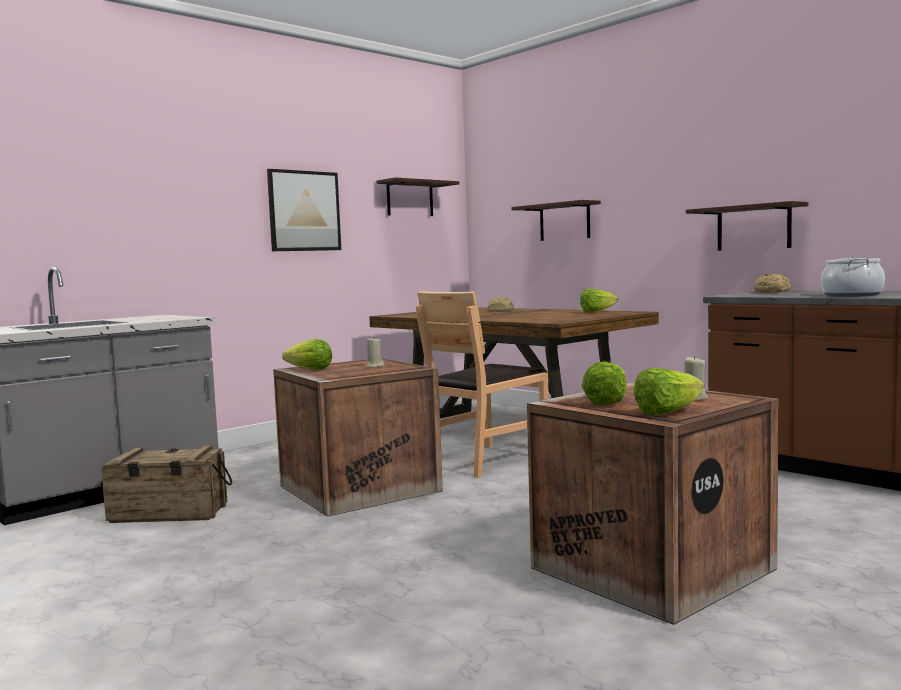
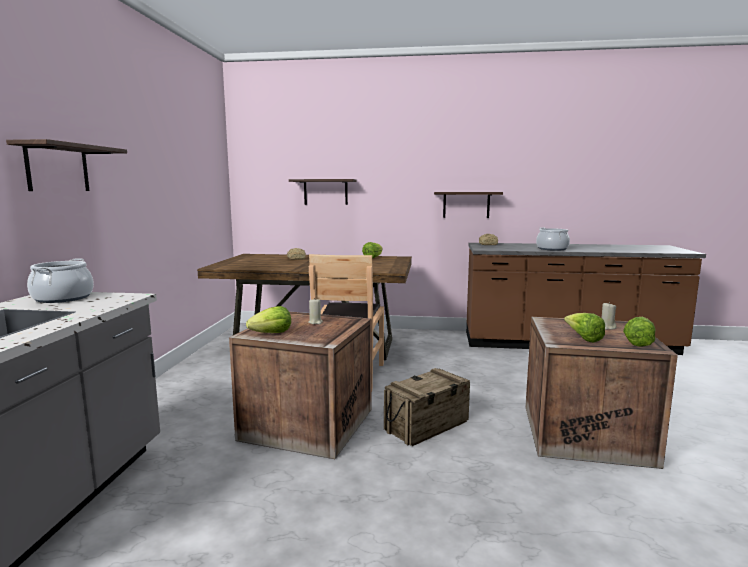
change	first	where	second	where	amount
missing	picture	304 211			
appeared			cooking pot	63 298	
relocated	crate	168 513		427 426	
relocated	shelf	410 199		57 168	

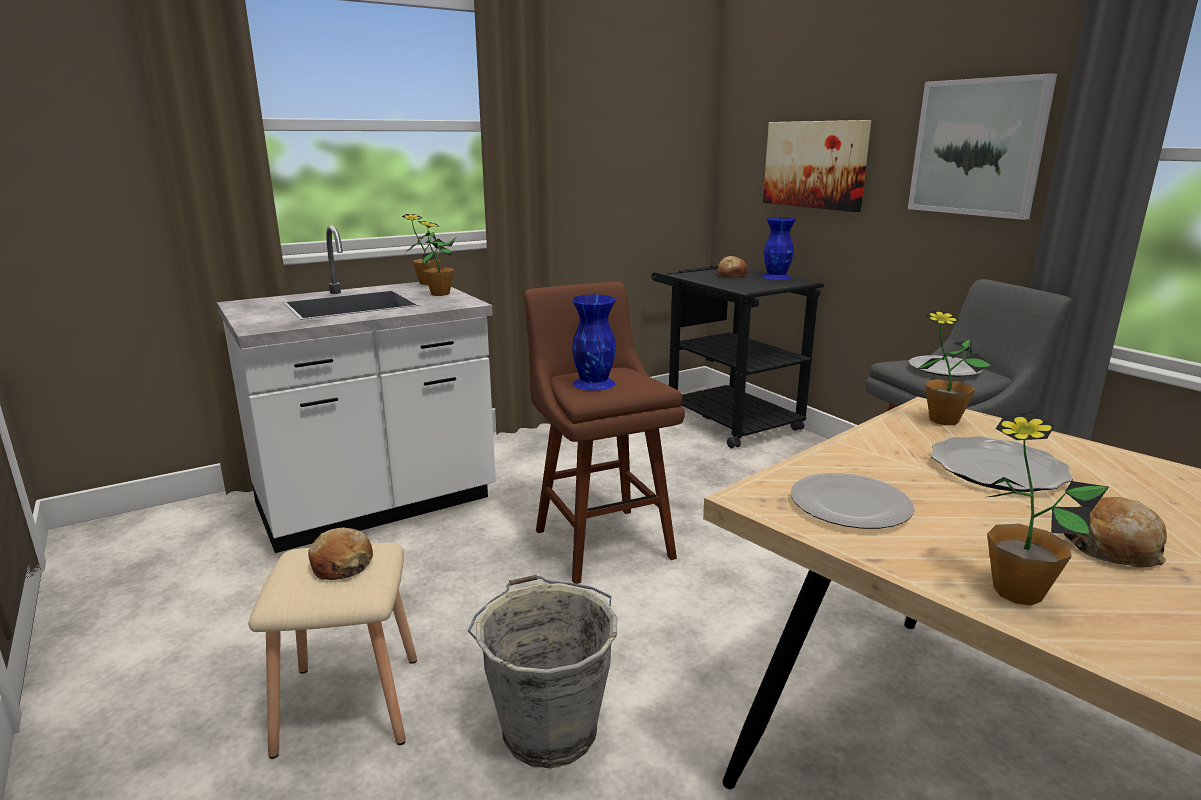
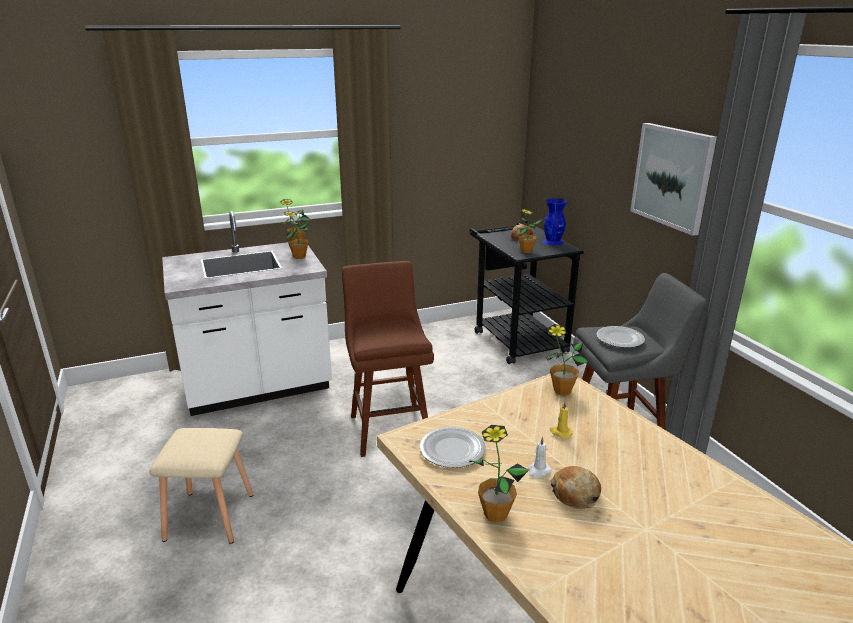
change	first	where	second	where	amount
missing	bread	341 565			
missing	bucket in grey	548 728			
missing	vase in blue	594 383			
missing	picture	815 164			
appeared			potted plant	526 251	
appeared			candle in white	538 471	
exchanged	plate	996 469	candle in yellow	560 432	

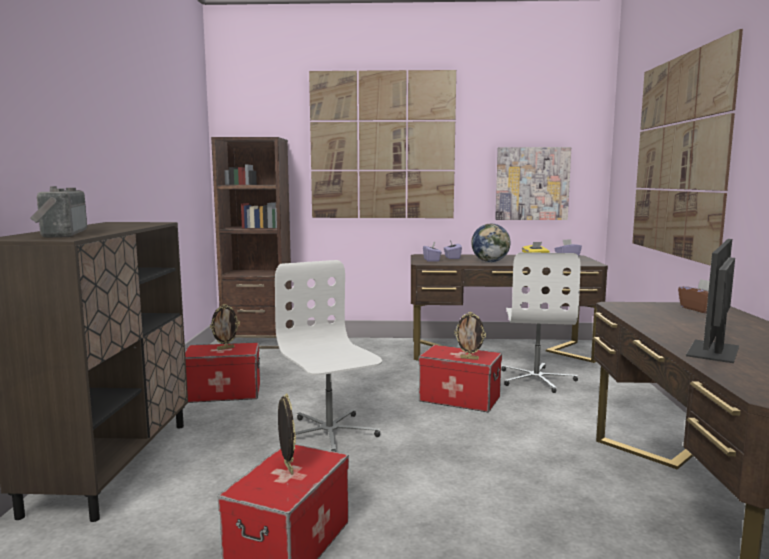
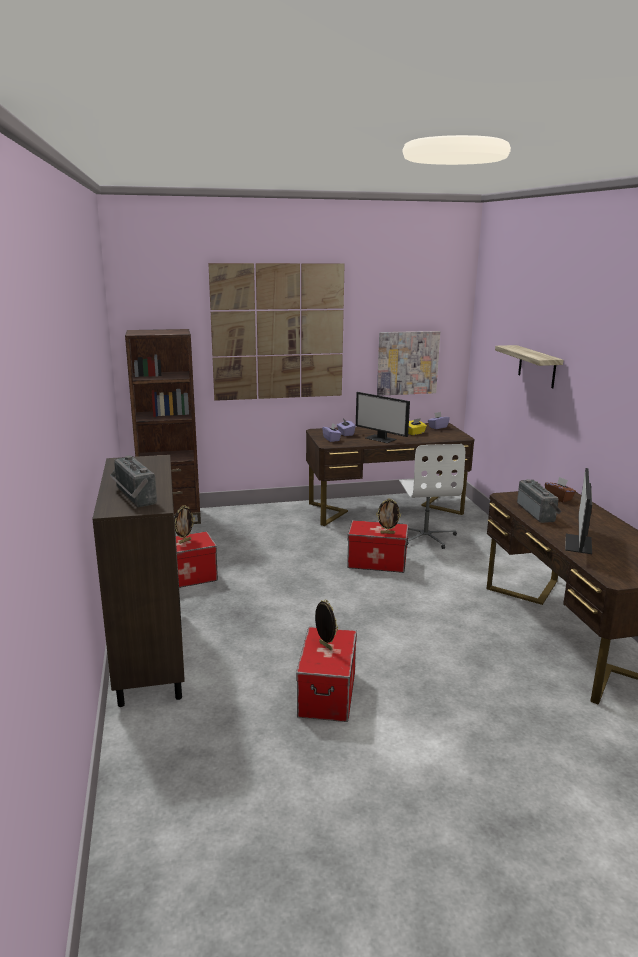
change	first	where	second	where	amount
missing	office chair in white	329 434			
appeared			radio	538 512	
exchanged	globe	490 261	monitor	381 439	
exchanged	picture	679 156	shelf	537 366	

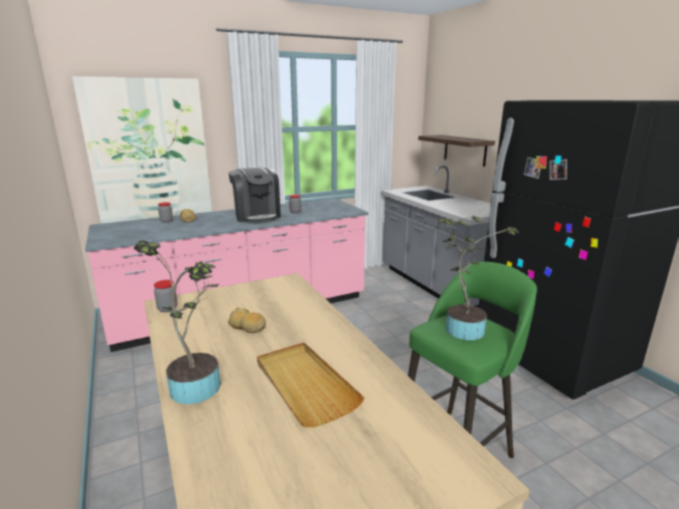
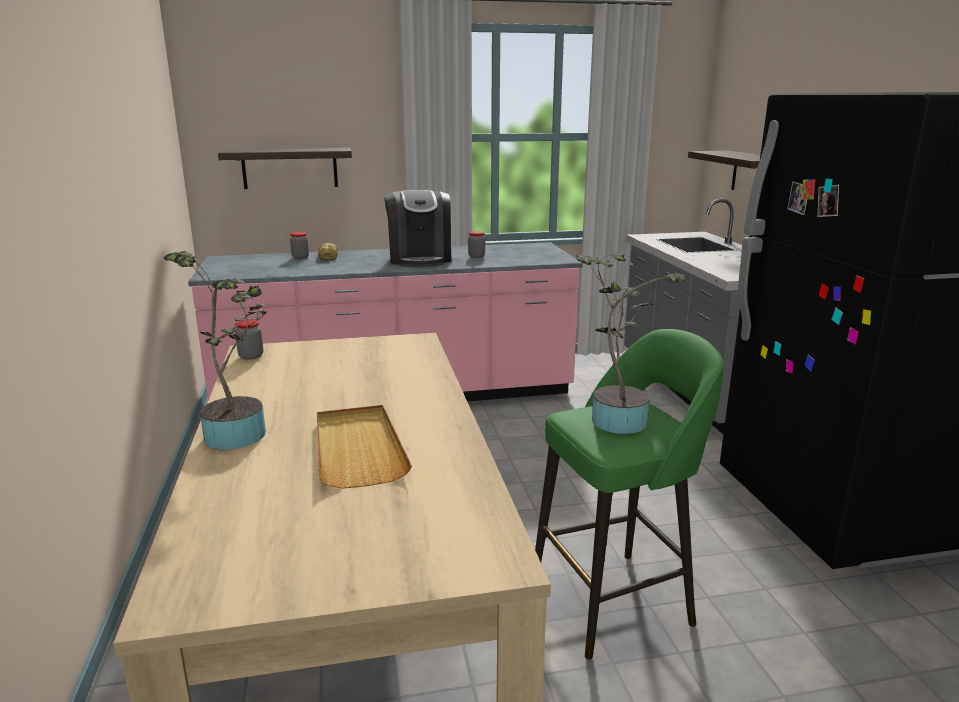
change	first	where	second	where	amount
missing	bread	247 326			
exchanged	picture	149 155	shelf	290 168	

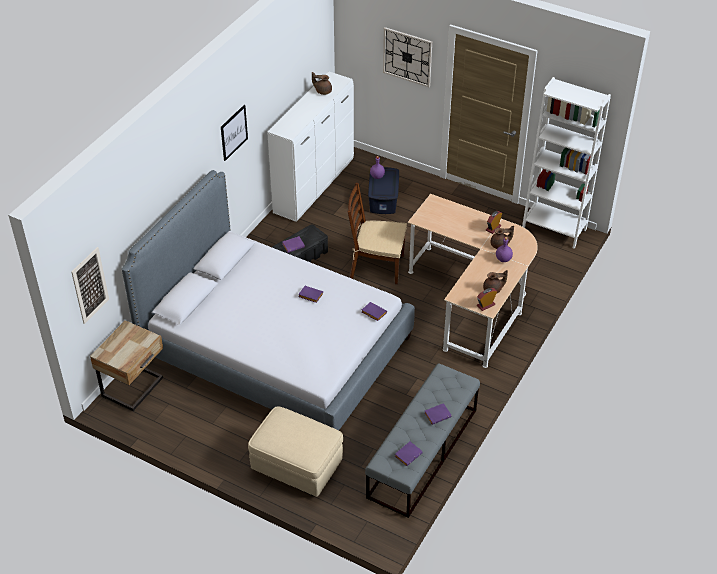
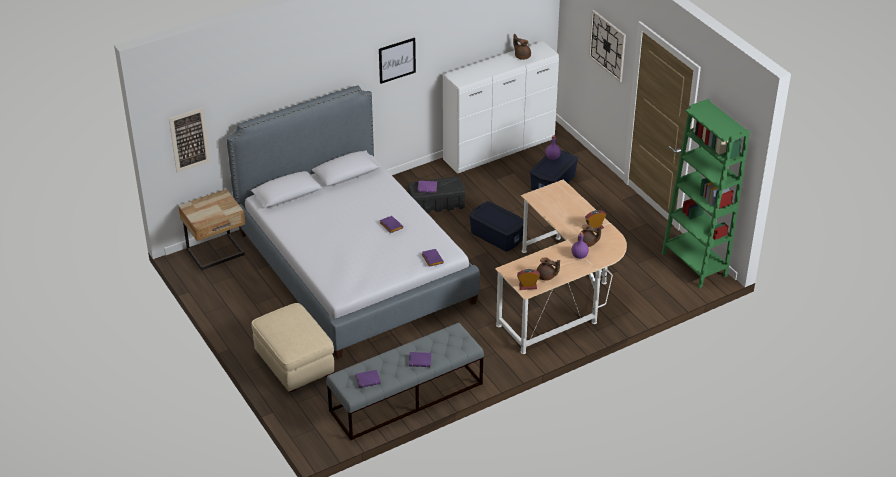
change	first	where	second	where	amount
exchanged	chair in brown	376 266	storage box in blue	497 235	
colour	bookcase in white	554 229	bookcase in green	694 265	

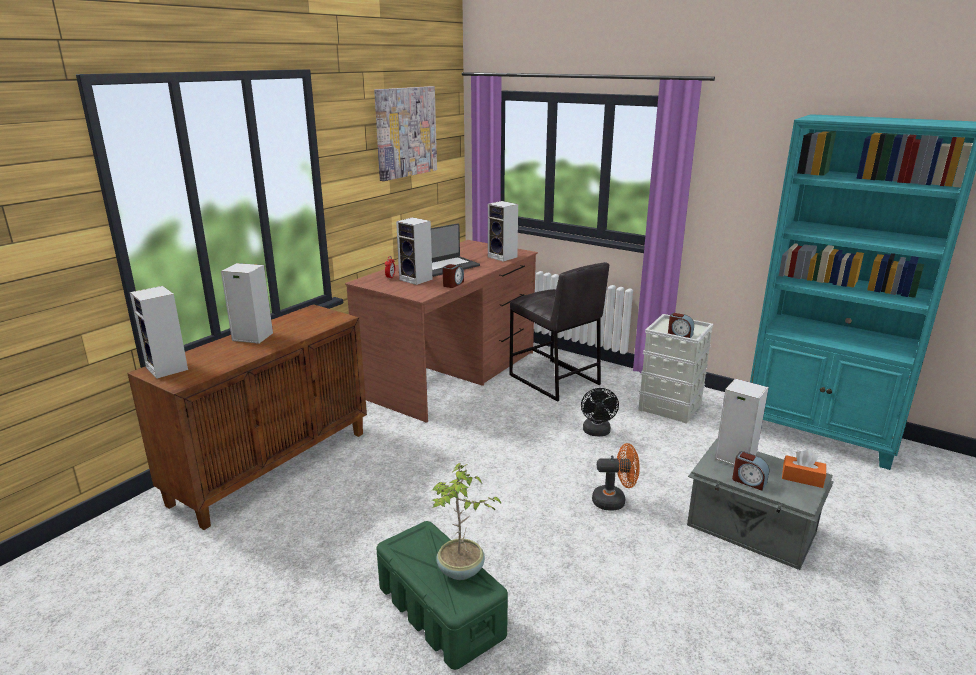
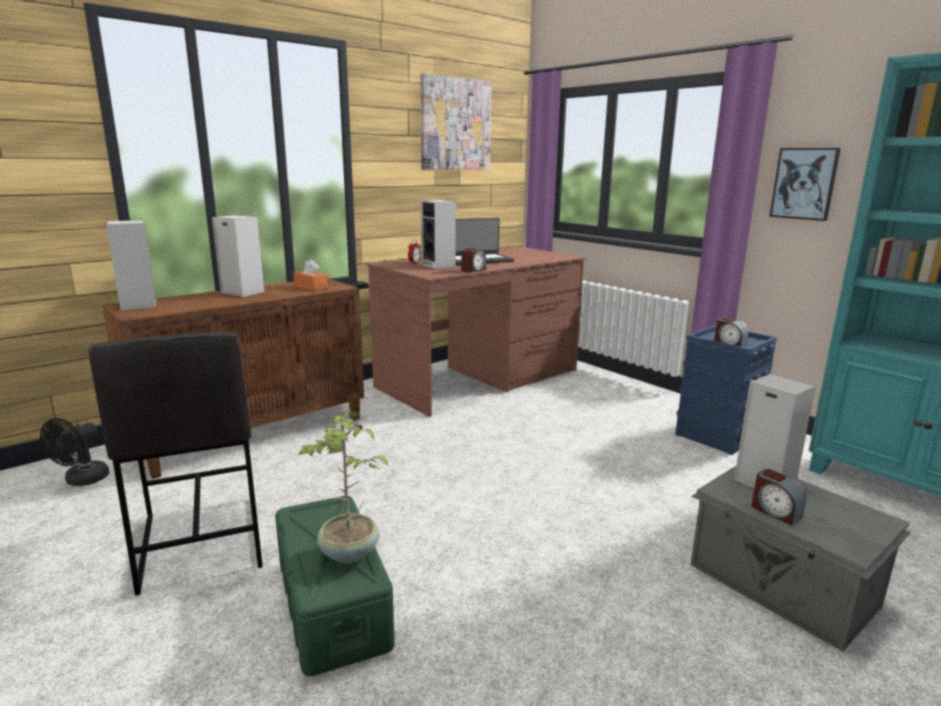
change	first	where	second	where	amount
missing	speaker	503 257			
missing	fan in orange	614 501			
appeared			picture	804 183	
relocated	stool in grey	554 380		200 541	
relocated	fan in black	597 432		82 481	
relocated	tissue box in orange	802 478		311 287	
colour	storage box in grey	671 406	storage box in blue	718 436	

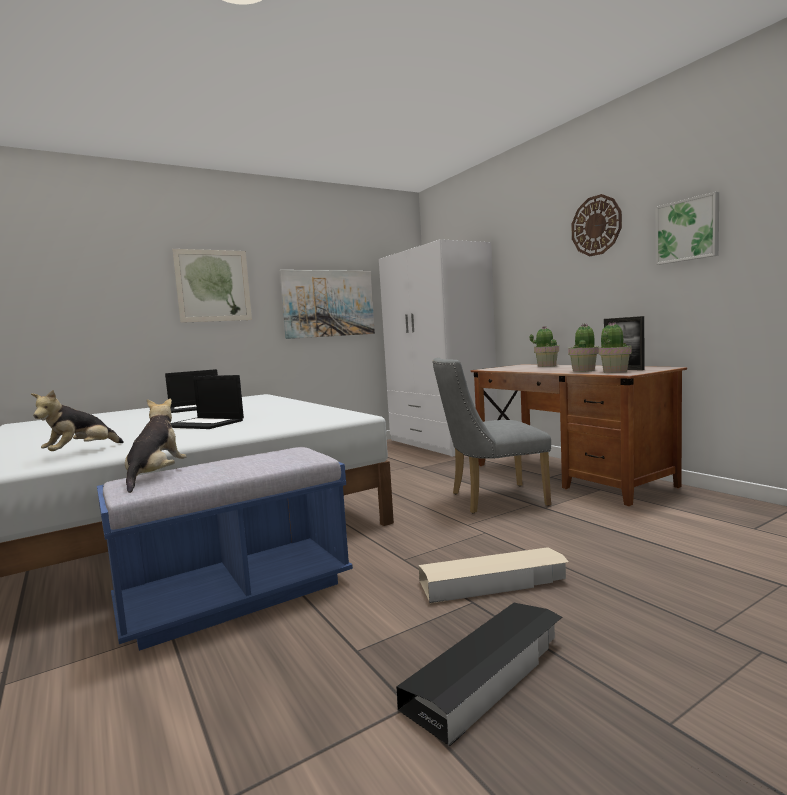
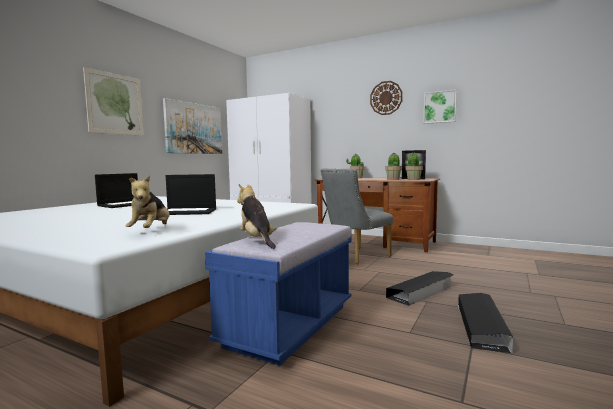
change	first	where	second	where	amount
colour	storage box in beige	493 582	storage box in black	421 292	

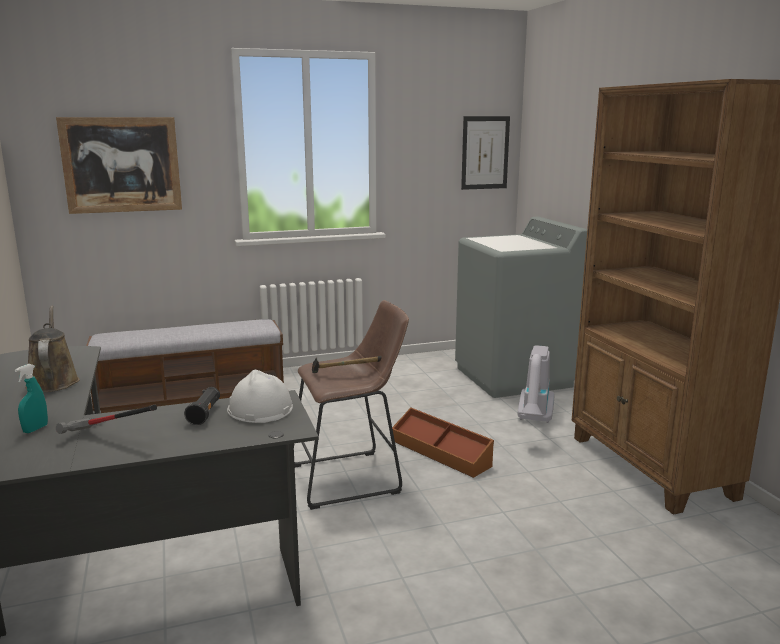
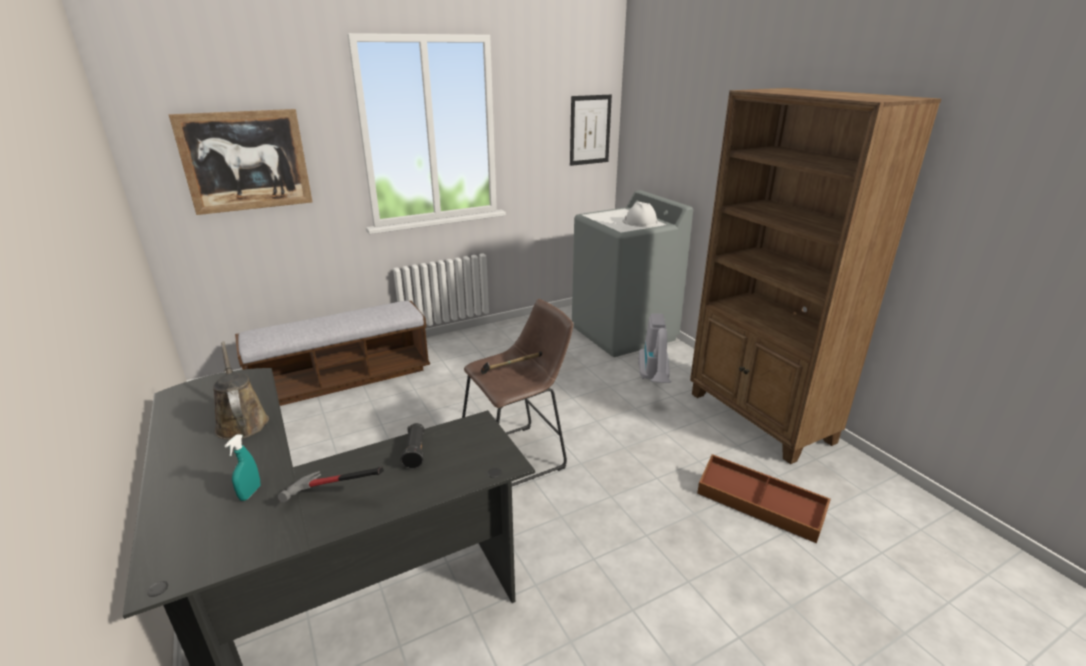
change	first	where	second	where	amount
relocated	hard hat in white	259 408		639 222	
relocated	storage box in brown	440 452		758 506	

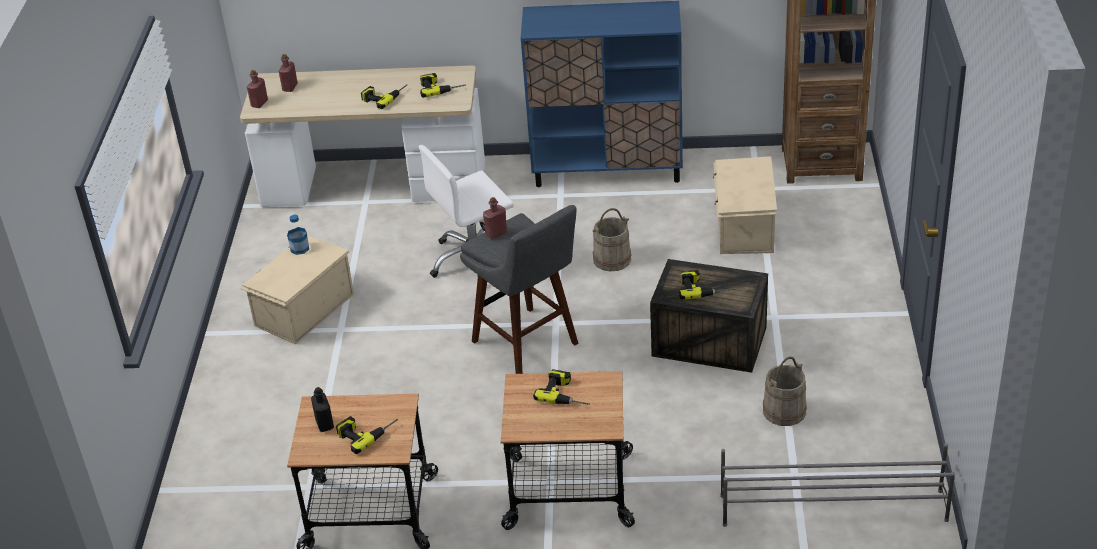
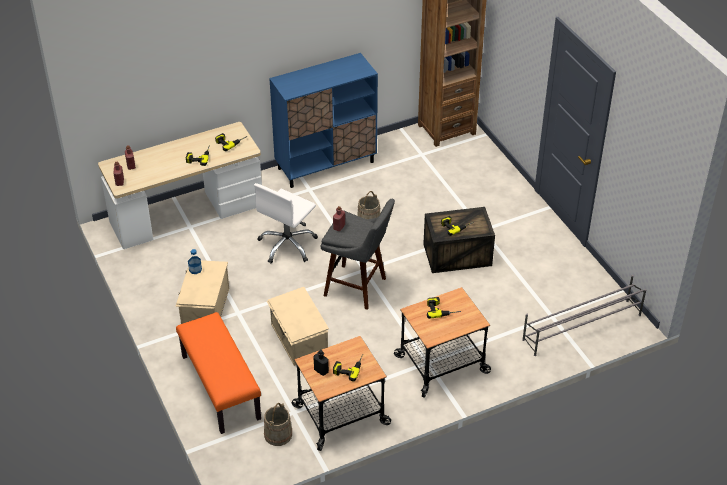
change	first	where	second	where	amount
appeared			bench in orange	219 387	
relocated	storage box in beige	743 227		298 339	
relocated	bucket in beige	784 411		278 434	

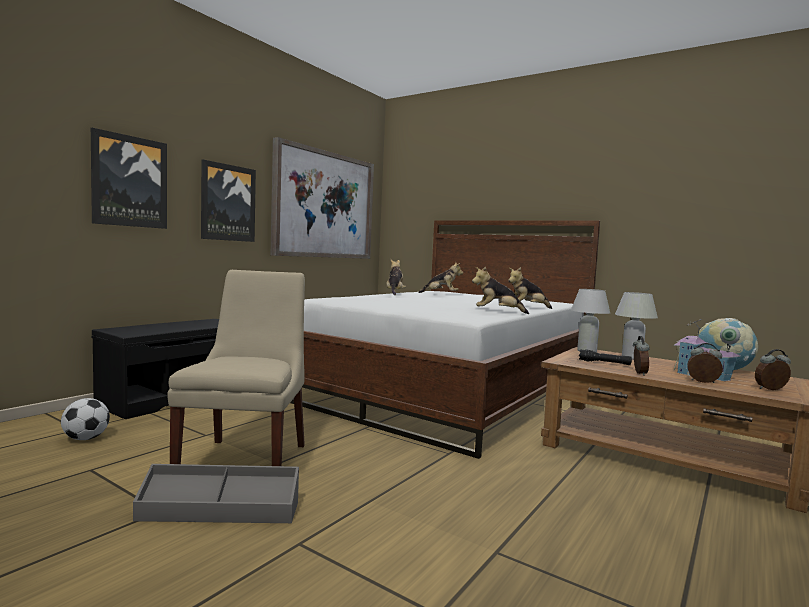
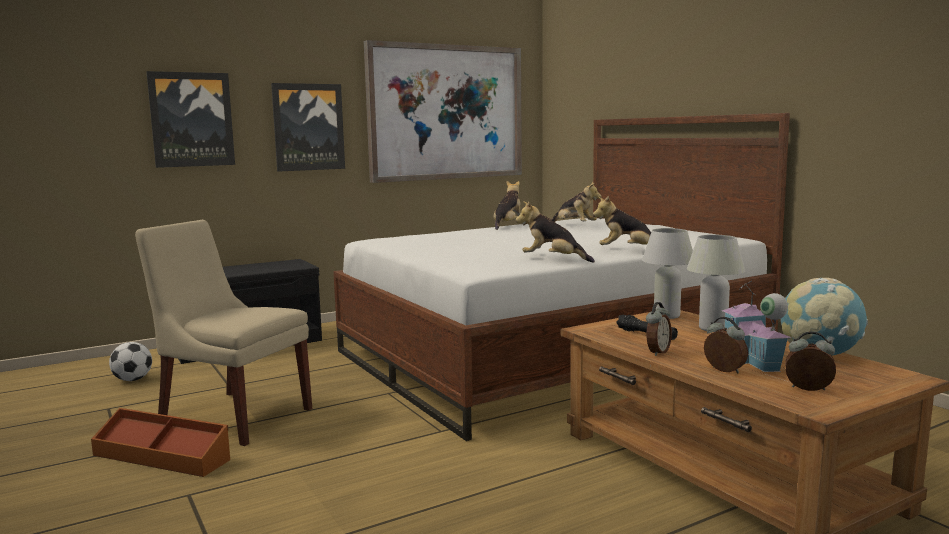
change	first	where	second	where	amount
colour	storage box in grey	220 510	storage box in brown	162 457	
spun	chair in beige	246 462		232 416	90 degrees counterclockwise

